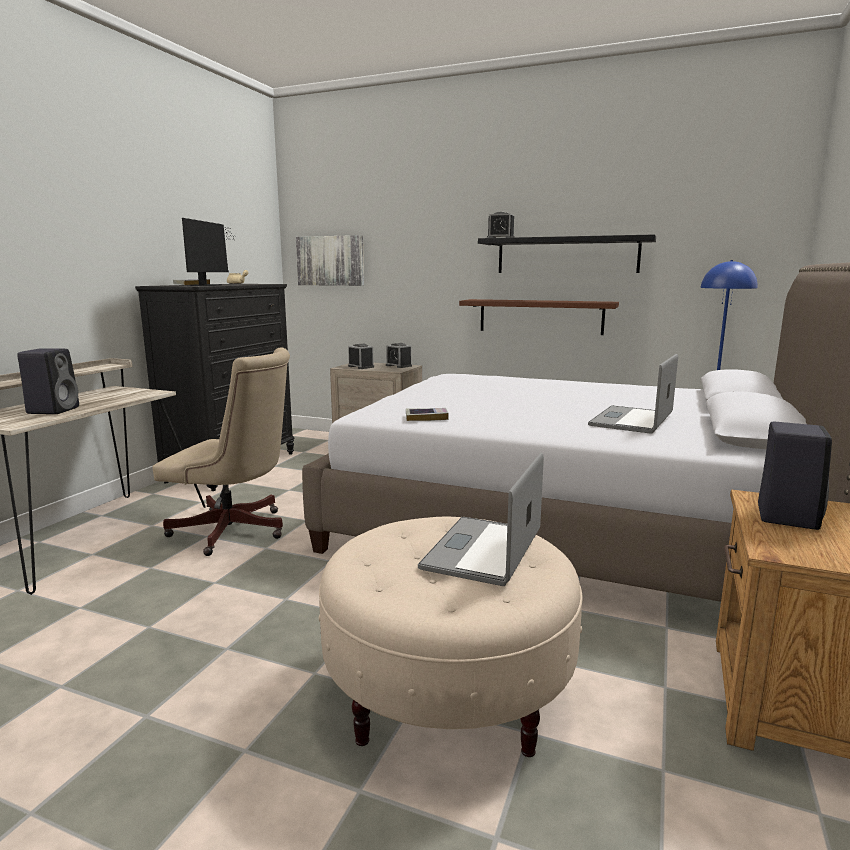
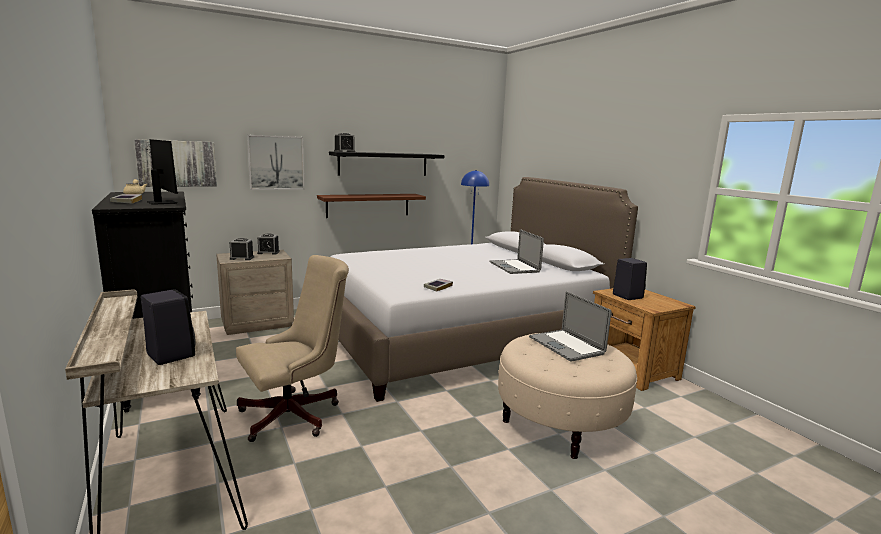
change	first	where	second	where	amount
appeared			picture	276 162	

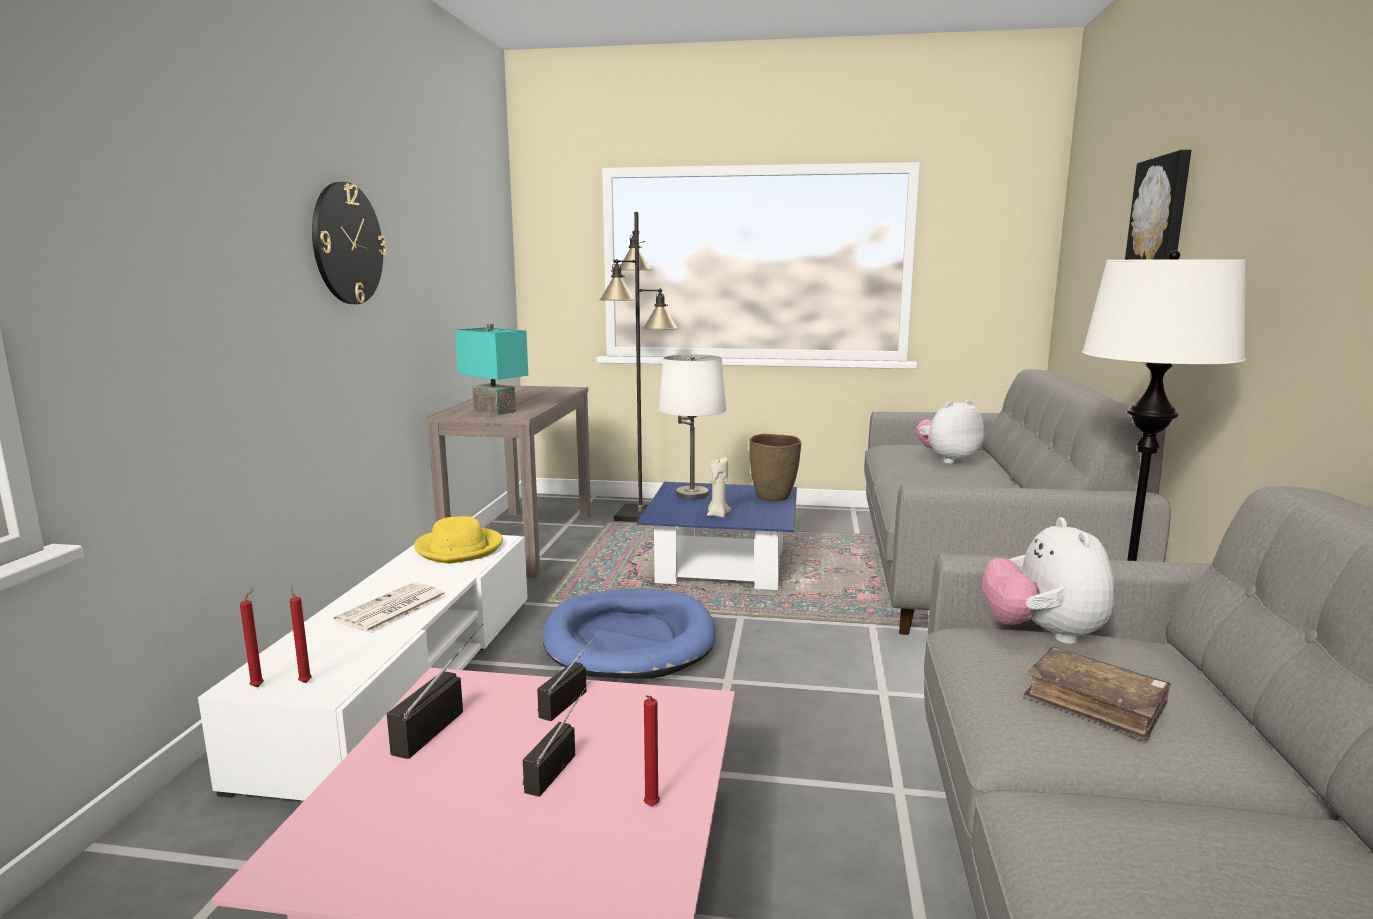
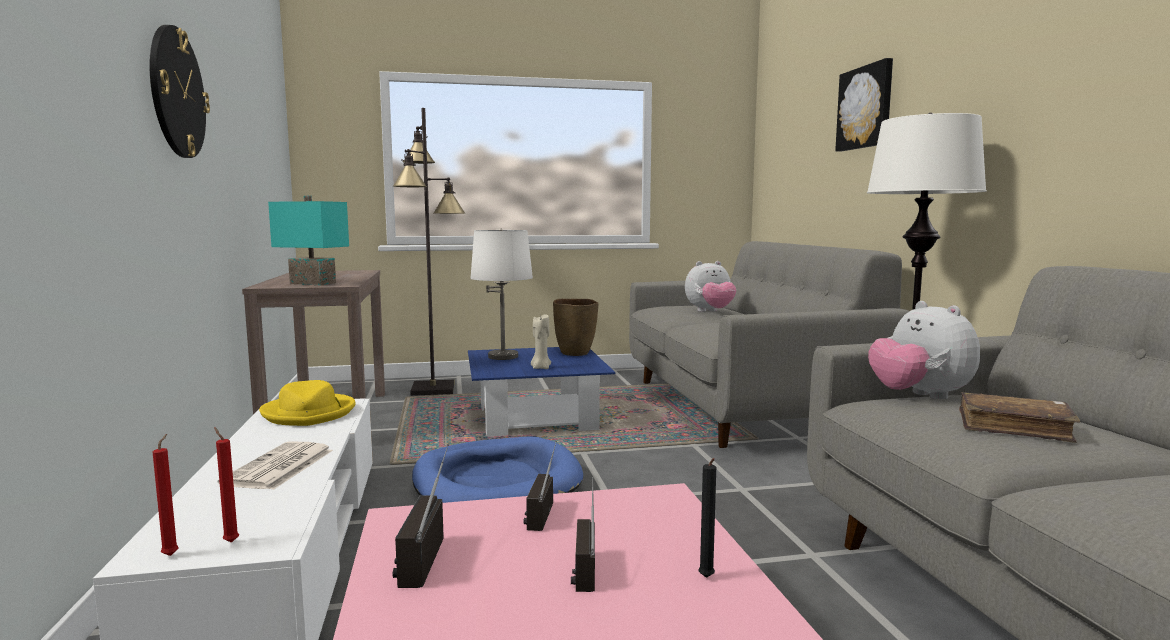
change	first	where	second	where	amount
colour	candle in red	650 807	candle in black	706 579	
spun	plush toy	947 460		710 312	150 degrees counterclockwise

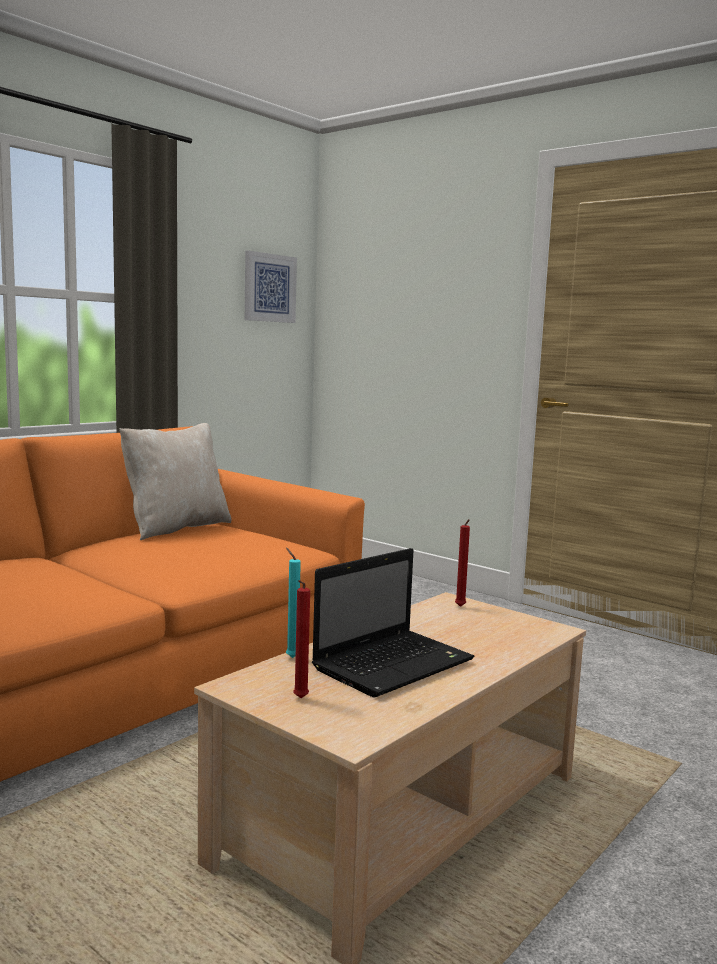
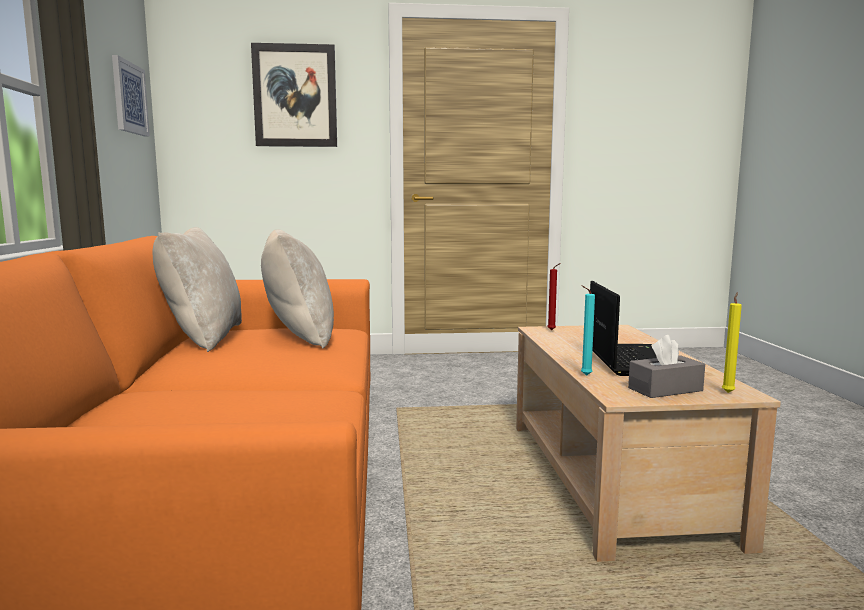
change	first	where	second	where	amount
appeared			picture	295 96	
appeared			pillow in beige	299 336	
appeared			candle in yellow	728 392	
exchanged	candle in red	299 699	tissue box in grey	665 389	

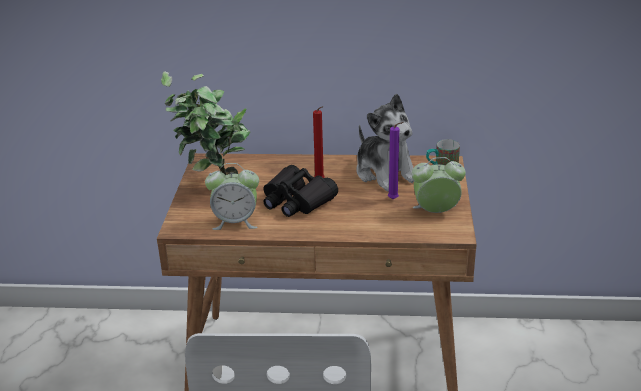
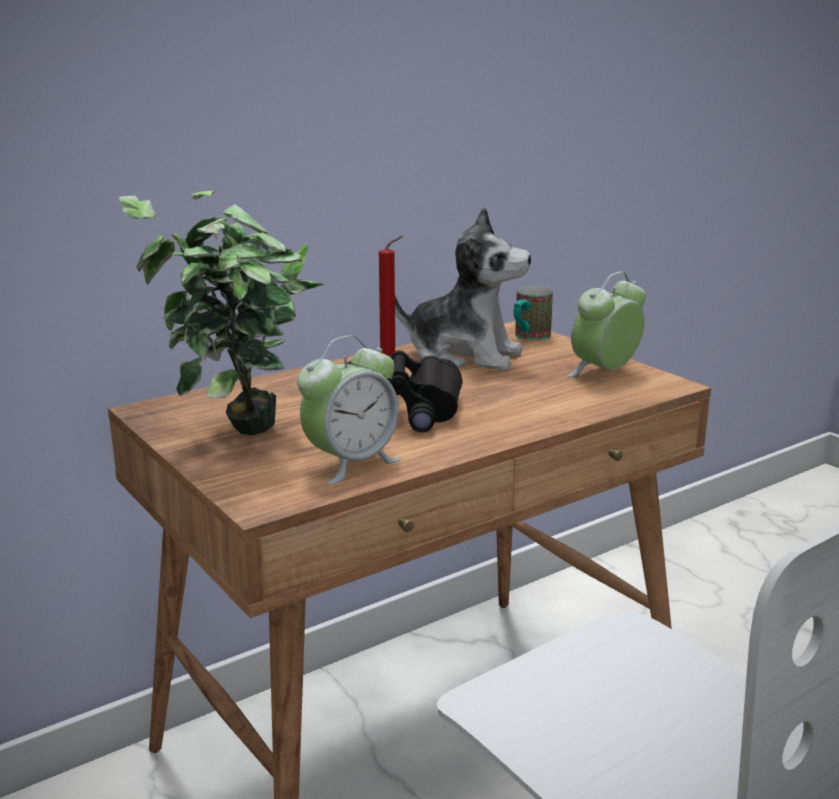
change	first	where	second	where	amount
missing	candle in purple	394 200			

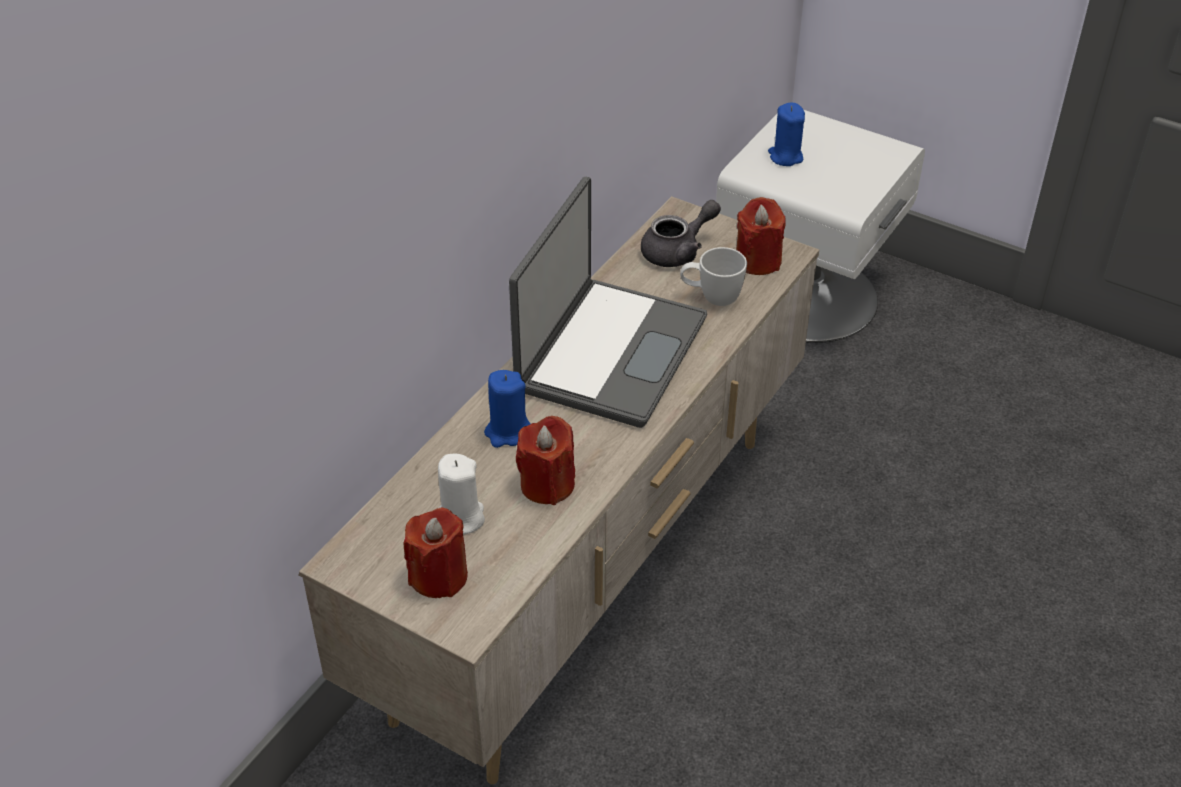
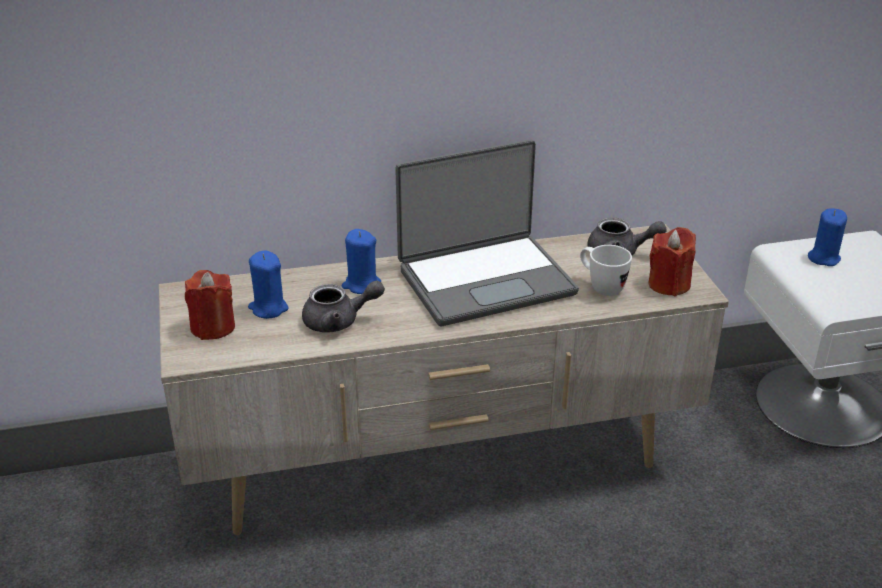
change	first	where	second	where	amount
exchanged	candle in red	547 484	teapot in grey	339 321	
colour	candle in white	460 518	candle in blue	268 308	

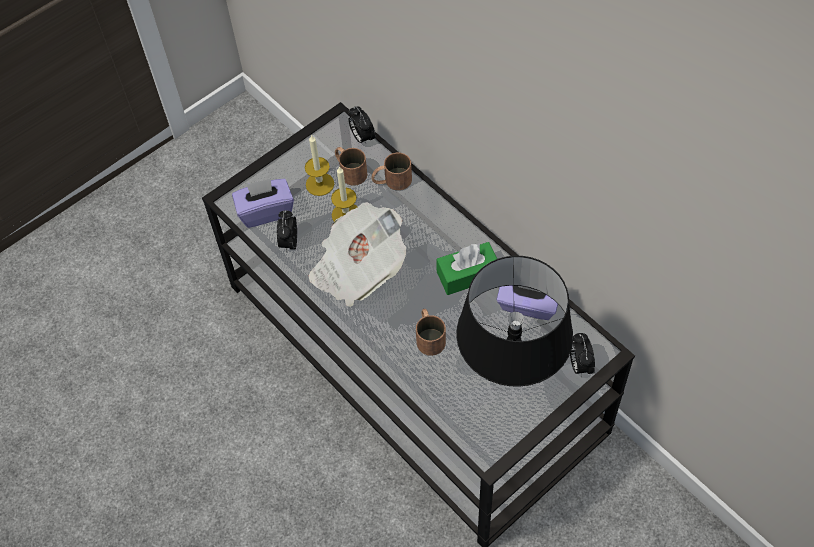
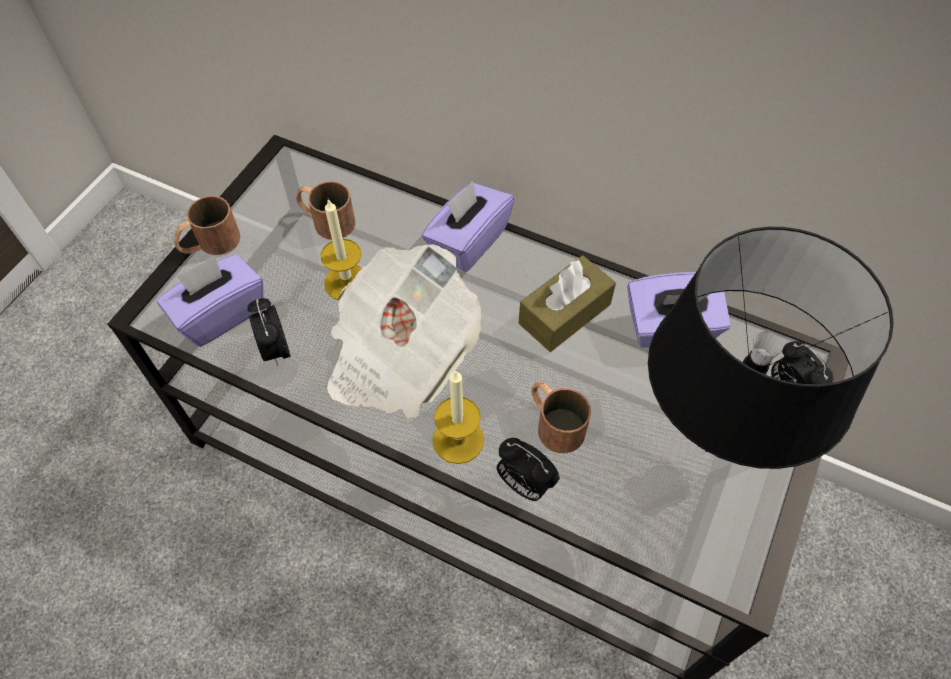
change	first	where	second	where	amount
appeared			tissue box in purple	467 242	
relocated	candle	320 184		458 439	
relocated	alarm clock	362 138		524 484	
relocated	mug in brown	391 181		209 244	
colour	tissue box in green	467 275	tissue box in brown	564 313	

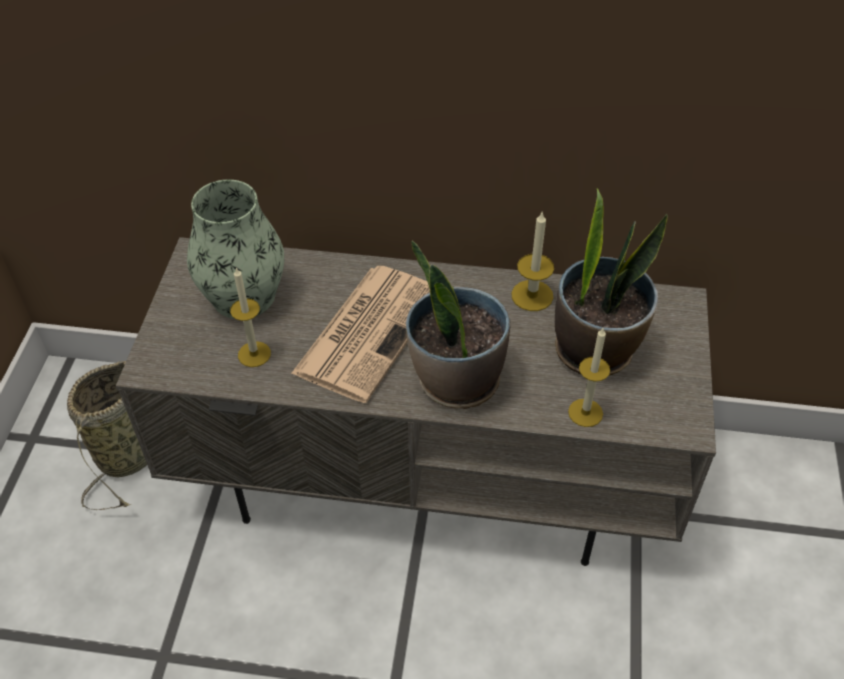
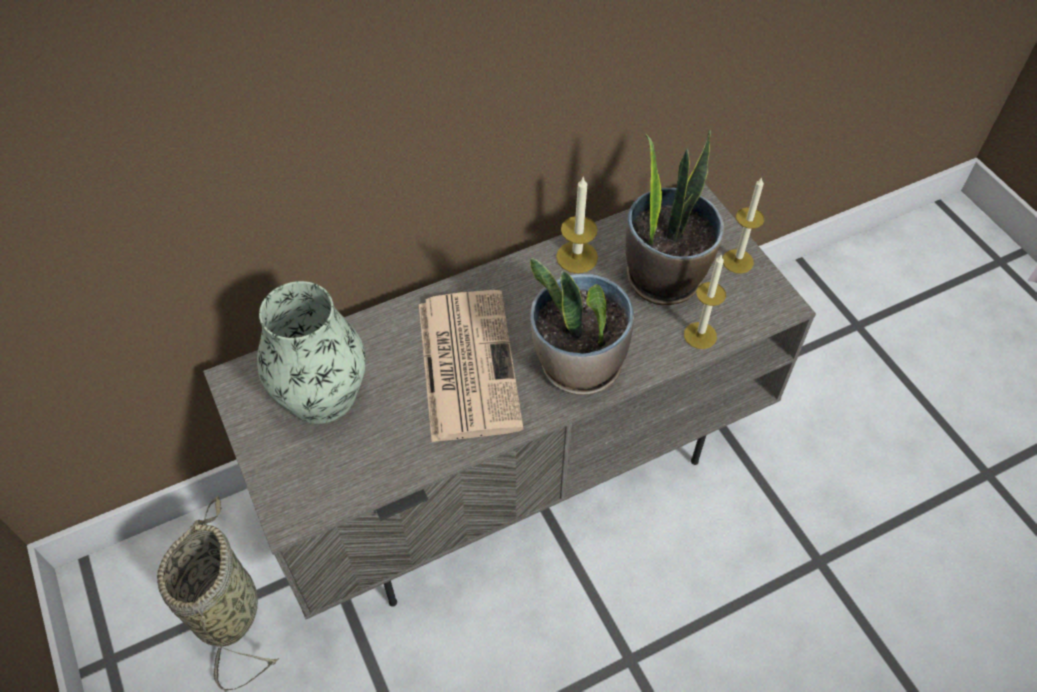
change	first	where	second	where	amount
relocated	candle	254 354		737 261	

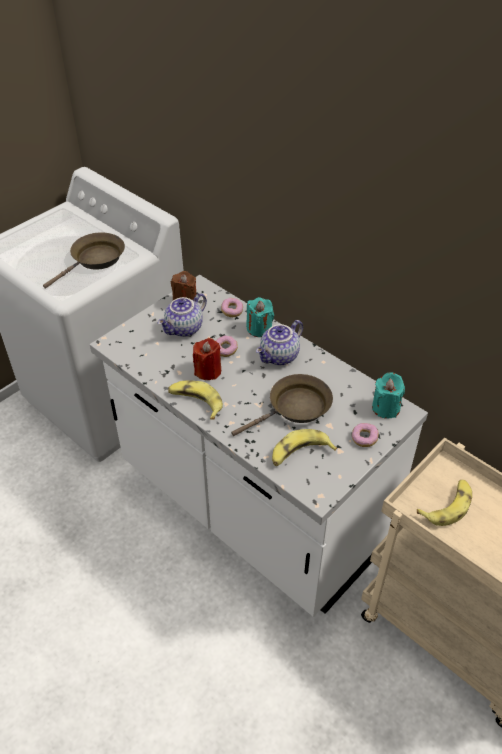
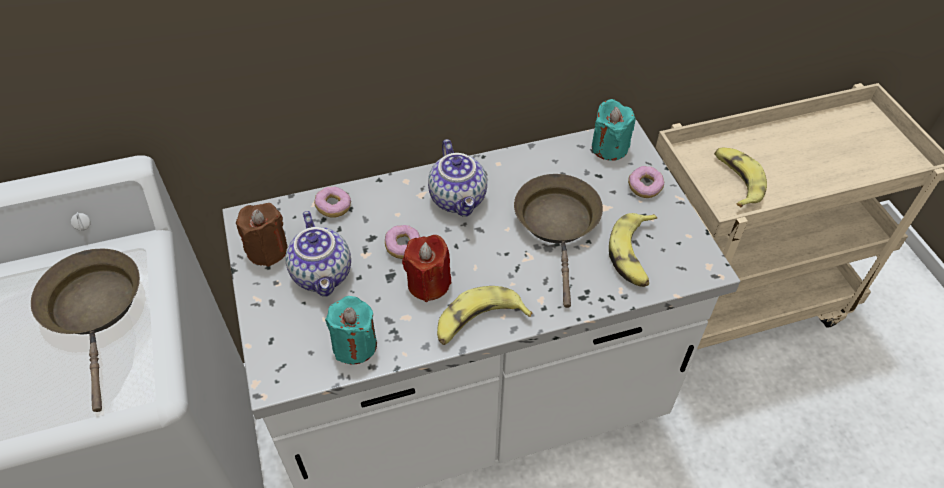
change	first	where	second	where	amount
relocated	candle in turquoise	259 329		355 345	

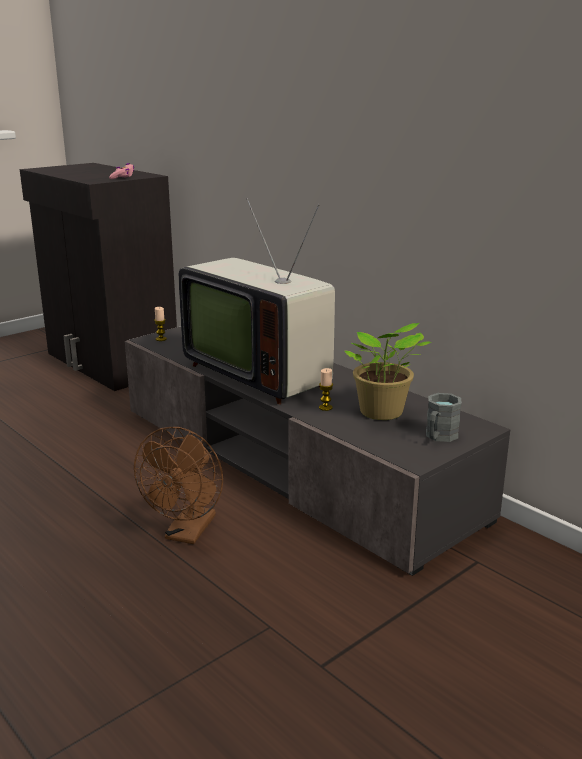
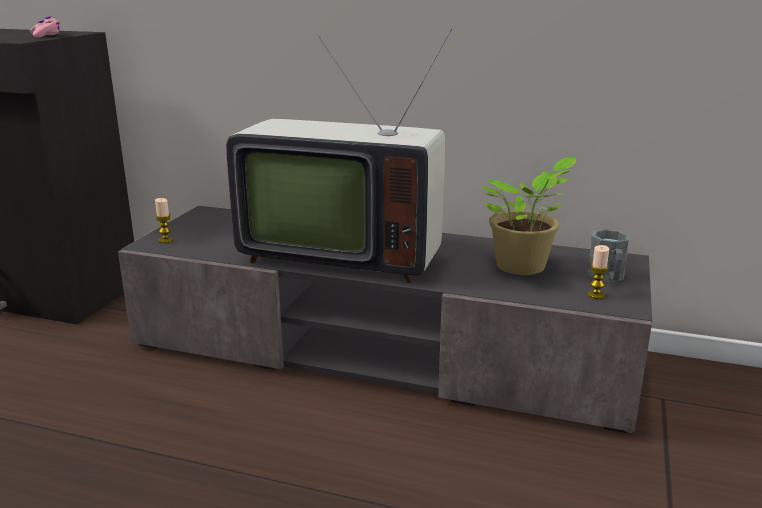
change	first	where	second	where	amount
missing	fan in brown	187 533			
relocated	candle	325 407		596 295	

